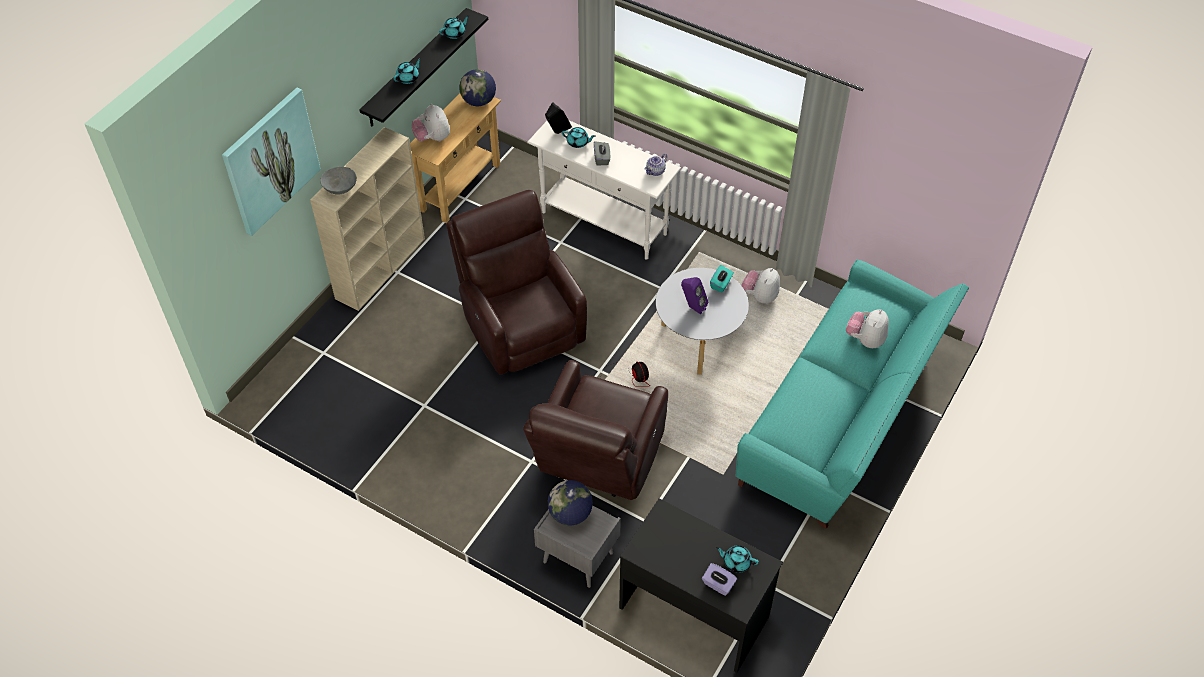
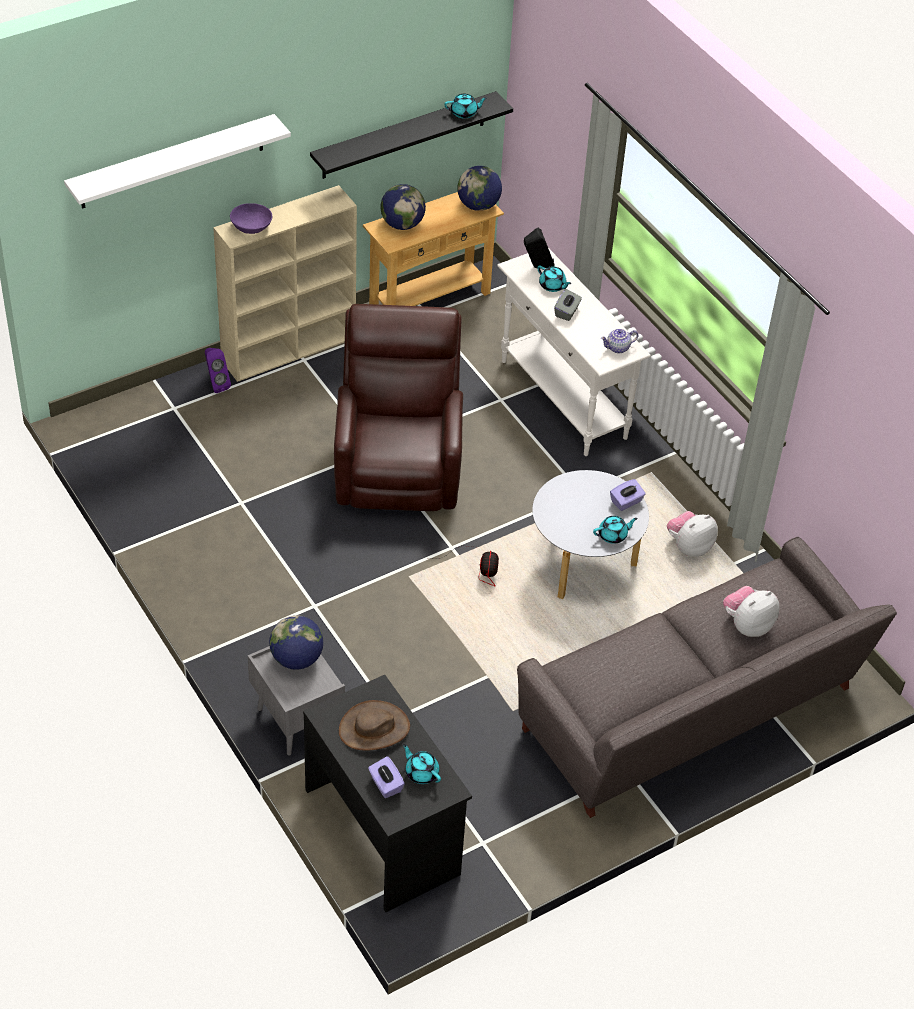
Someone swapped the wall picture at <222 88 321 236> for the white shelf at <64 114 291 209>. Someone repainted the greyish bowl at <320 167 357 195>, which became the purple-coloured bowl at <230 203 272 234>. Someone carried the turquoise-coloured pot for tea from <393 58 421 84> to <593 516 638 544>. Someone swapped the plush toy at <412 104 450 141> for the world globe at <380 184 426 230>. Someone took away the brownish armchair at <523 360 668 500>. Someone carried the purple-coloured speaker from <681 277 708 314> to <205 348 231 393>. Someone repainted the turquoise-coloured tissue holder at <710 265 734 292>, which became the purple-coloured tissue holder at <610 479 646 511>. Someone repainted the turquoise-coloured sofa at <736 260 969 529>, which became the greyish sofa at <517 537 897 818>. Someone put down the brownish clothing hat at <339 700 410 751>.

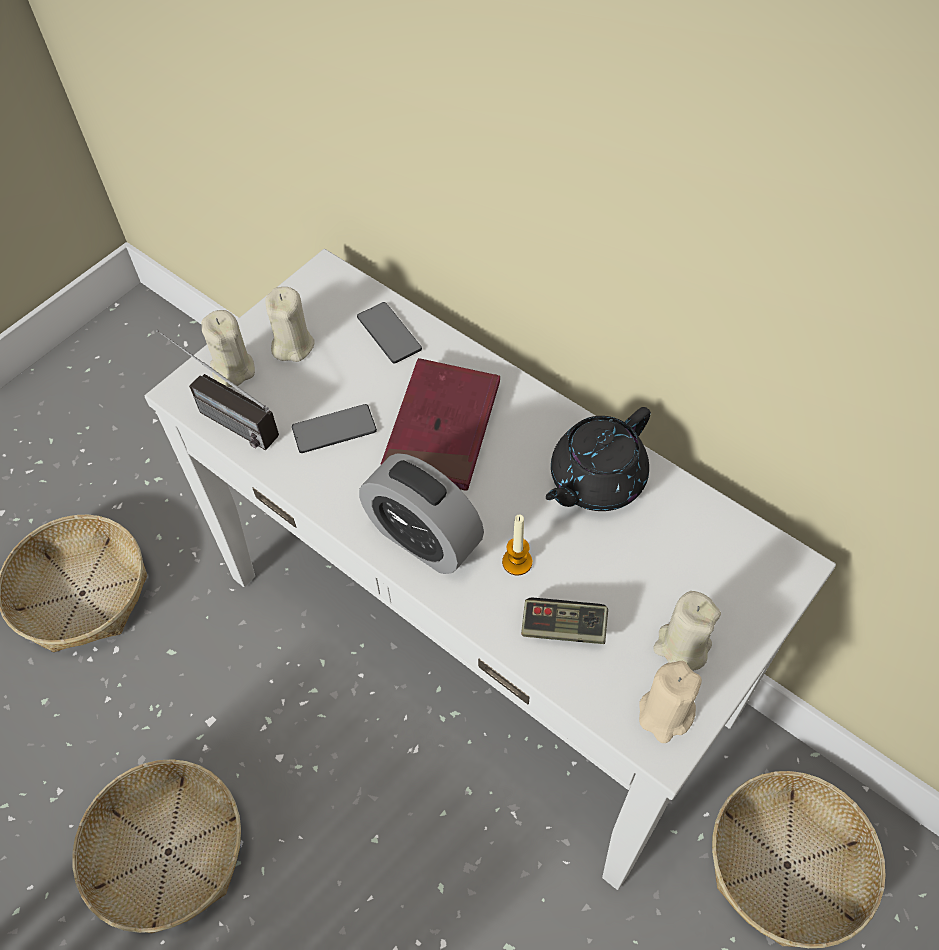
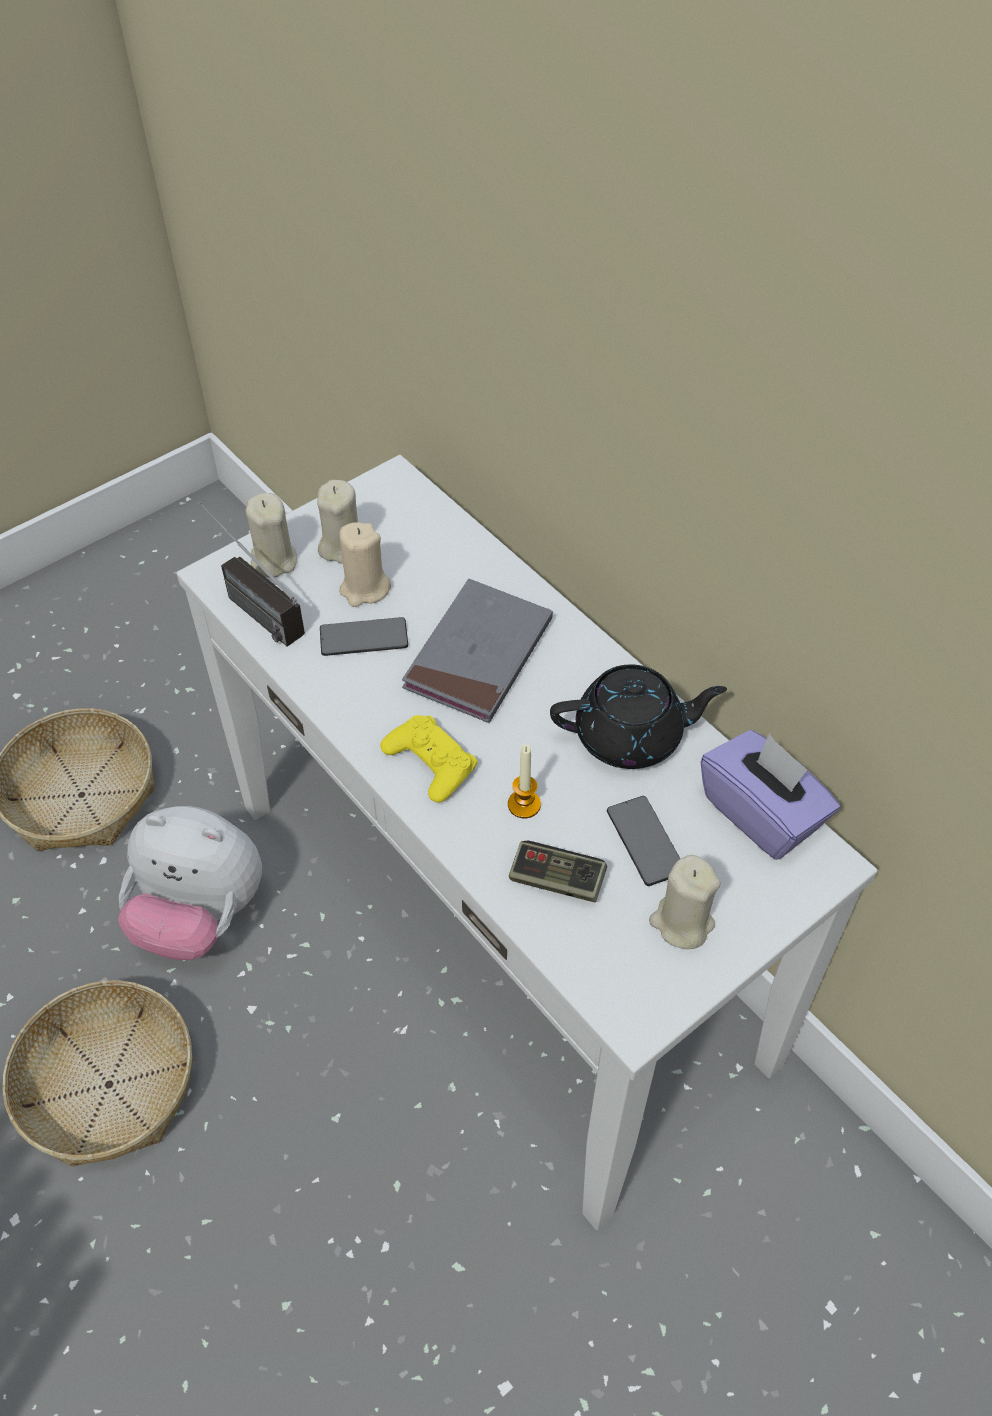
Someone carried the telephone from <357 302 422 364> to <607 796 680 886>. Someone swapped the bedside clock at <359 453 484 574> for the yellowish gamepad at <380 715 478 803>. Someone repainted the red-coloured volume at <381 358 500 491>, which became the greyish volume at <402 579 553 723>. Someone rotated the black pot for tea at <546 407 651 511> by 150 degrees counterclockwise. Someone carried the beige-coloured candle from <639 661 702 743> to <339 522 391 607>. Someone took away the storage basket at <712 771 886 948>. Someone put down the plush toy at <118 806 262 960>. Someone put down the purple-coloured tissue holder at <700 730 840 860>.

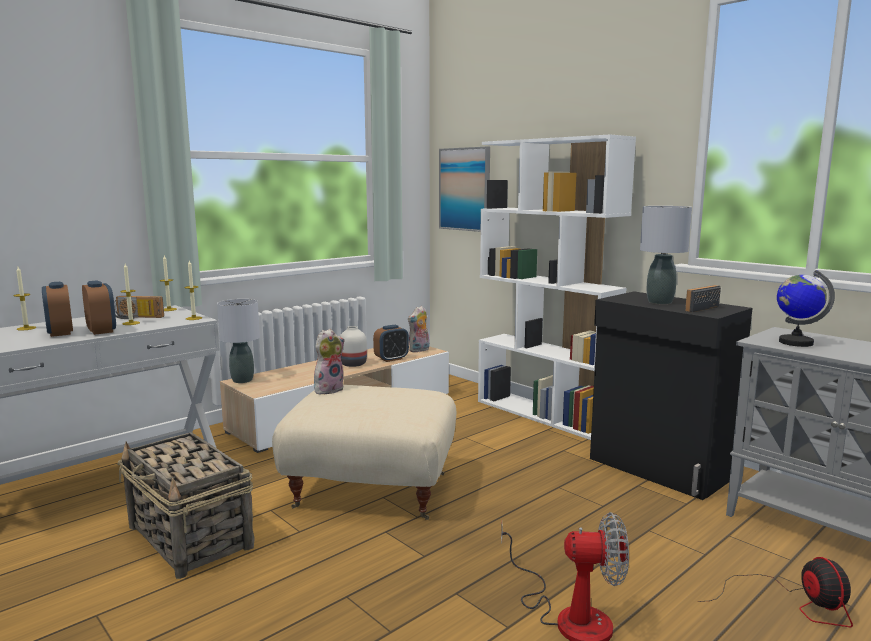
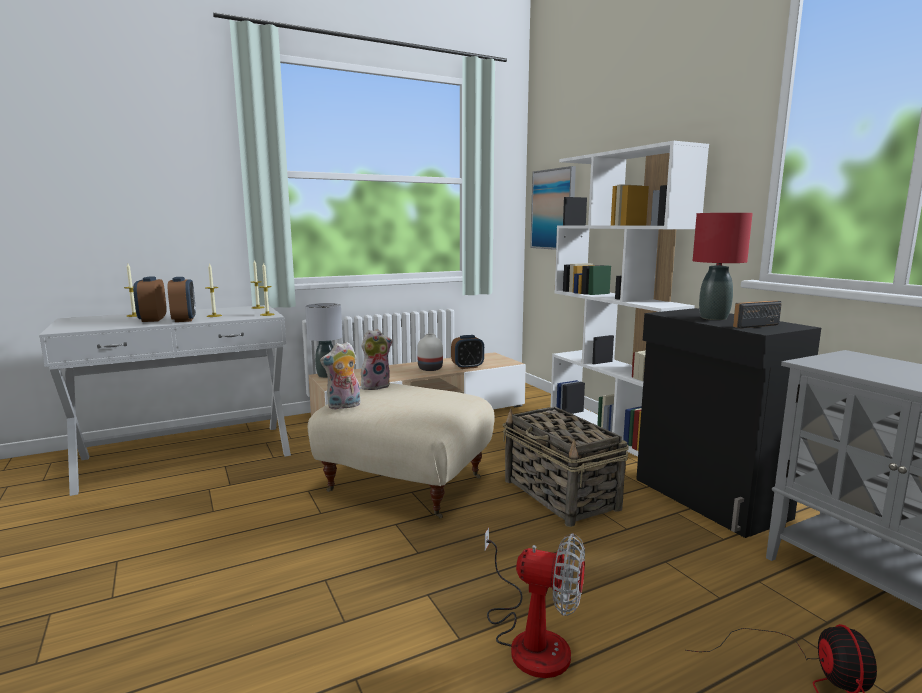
Someone took away the radio at <114 296 164 319>. Someone carried the storage basket from <117 432 255 579> to <502 407 629 527>. Someone carried the plush toy from <408 306 429 352> to <320 342 360 410>. Someone repainted the greyish lamp for a table at <640 206 692 304>, which became the red-coloured lamp for a table at <693 213 753 320>. Someone took away the world globe at <777 270 835 347>.

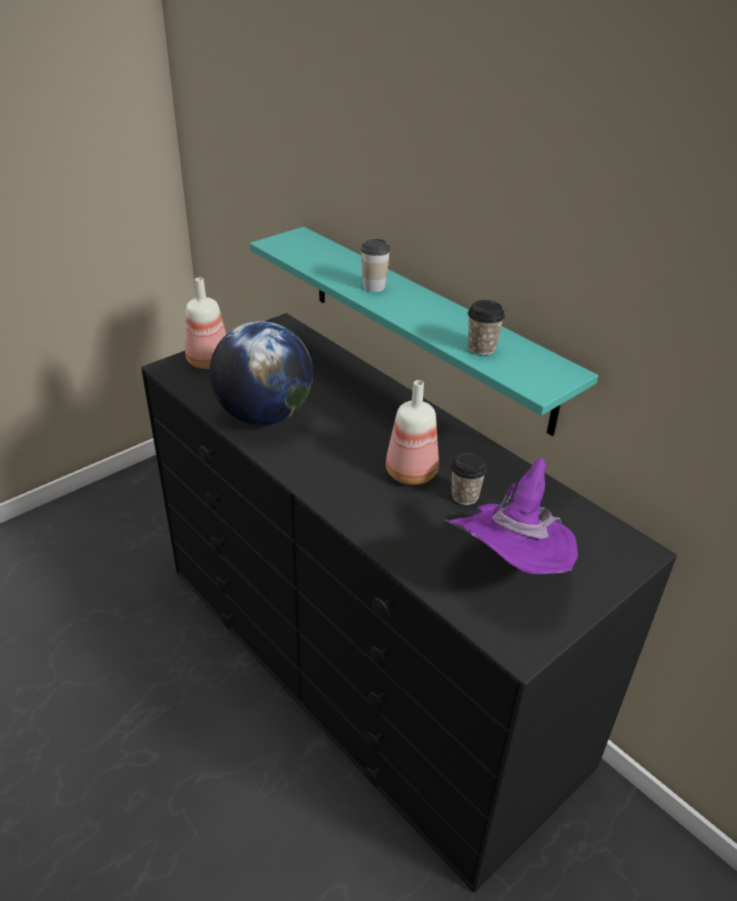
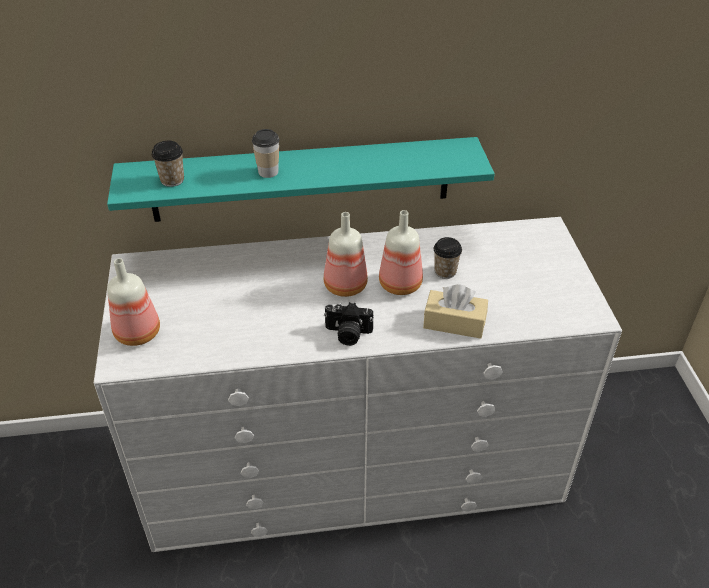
Someone repainted the black dresser at <141 313 677 892>, which became the white dresser at <94 217 622 552>. Someone took away the world globe at <209 321 313 425>. Someone took away the purple-coloured clothing hat at <445 458 578 574>. Someone carried the drinking cup from <468 300 505 355> to <152 141 184 187>. Someone put down the bottle at <324 212 368 297>. Someone put down the photo camera at <324 302 373 346>. Someone put down the beige-coloured tissue holder at <423 284 488 339>.

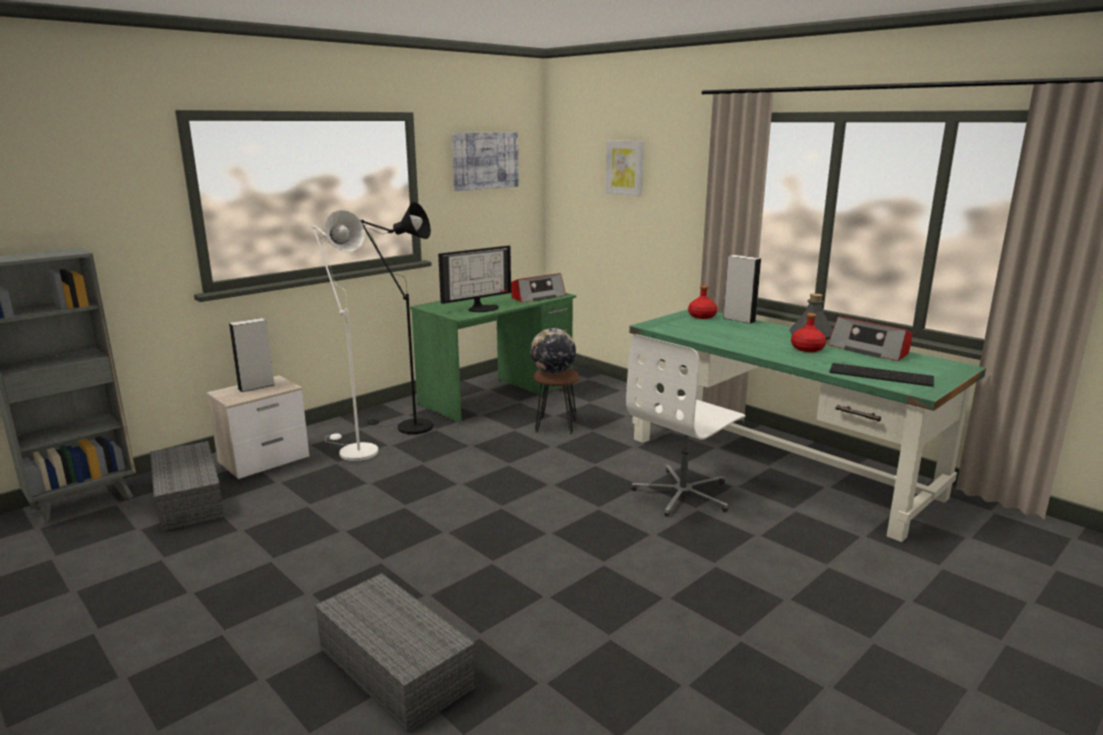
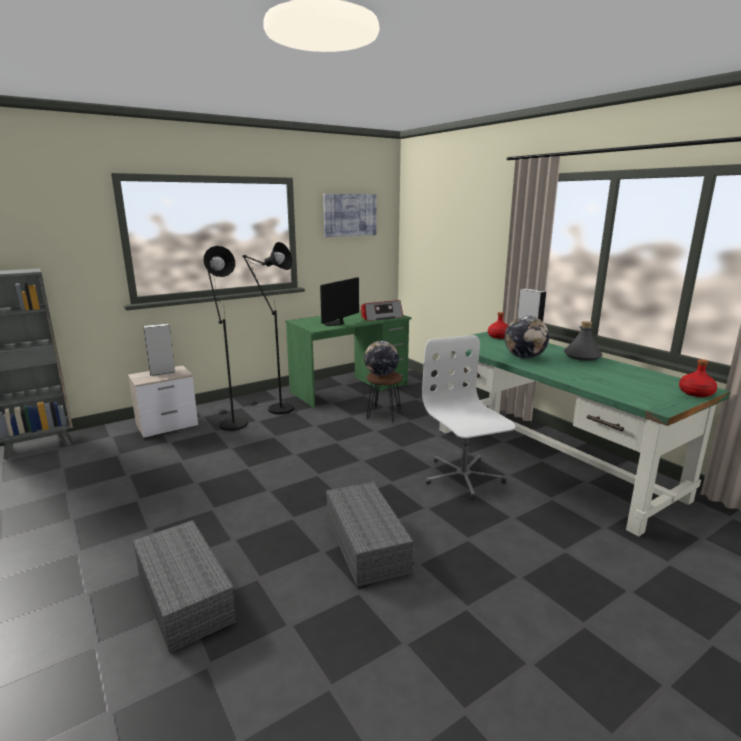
Someone carried the greyish storage box from <150 441 224 531> to <326 482 413 587>. Someone repainted the white standard lamp at <312 210 378 461>, which became the black standard lamp at <203 246 248 431>. Someone rotated the computer display at <438 245 511 312> by 150 degrees clockwise. Someone took away the wall picture at <606 140 644 196>. Someone rotated the white desk chair at <626 334 746 517> by 105 degrees clockwise. Someone carried the red-coloured bottle from <791 313 826 352> to <679 359 717 397>. Someone took away the radio at <828 316 913 361>. Someone took away the computer keyboard at <829 363 934 387>. Someone put down the world globe at <505 316 549 359>.

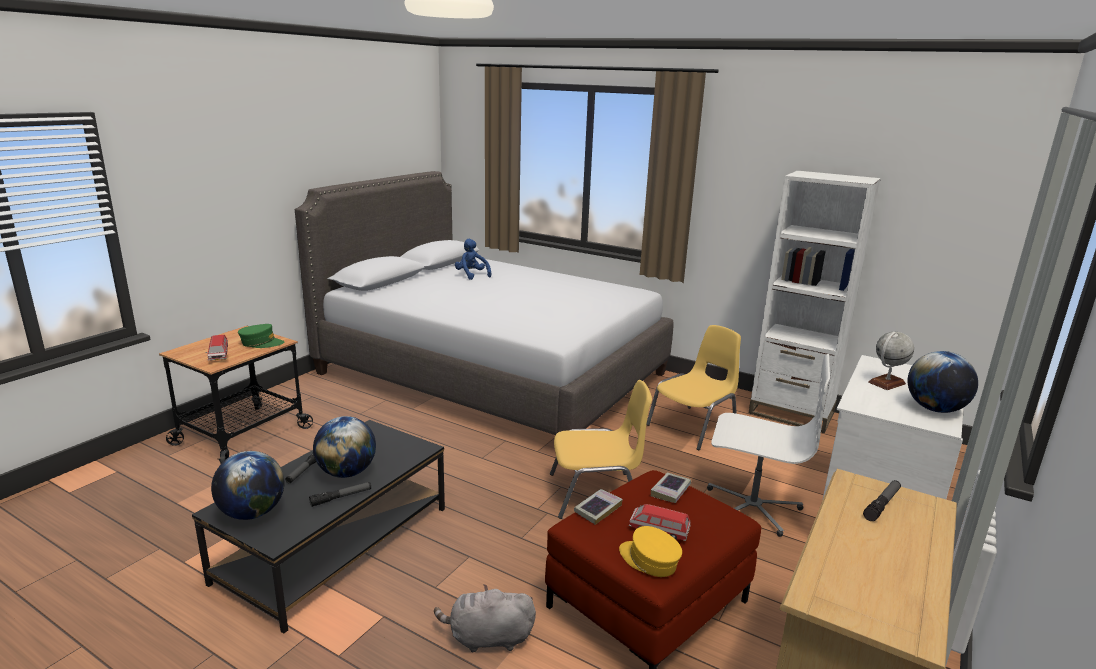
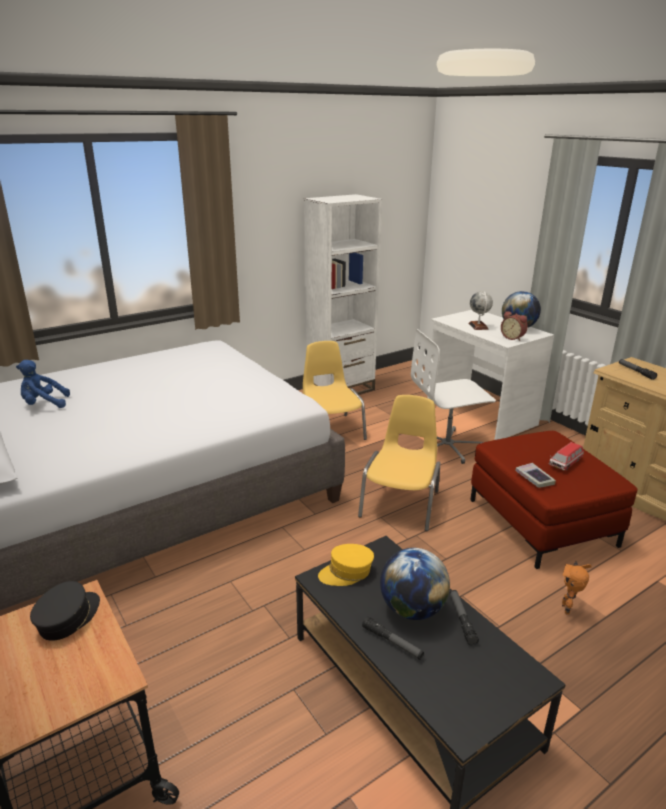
Someone took away the model car at <206 335 228 361>. Someone took away the world globe at <211 451 284 520>. Someone repainted the green-coloured baseball cap at <238 324 284 348>, which became the black baseball cap at <30 581 100 641>. Someone swapped the greyish plush toy at <434 584 536 652> for the model robot at <562 561 592 615>. Someone carried the yellowish baseball cap from <619 526 682 577> to <318 544 374 586>. Someone took away the volume at <651 473 691 503>. Someone rotated the white desk chair at <707 354 830 537> by 150 degrees counterclockwise. Someone put down the bedside clock at <501 311 528 341>.

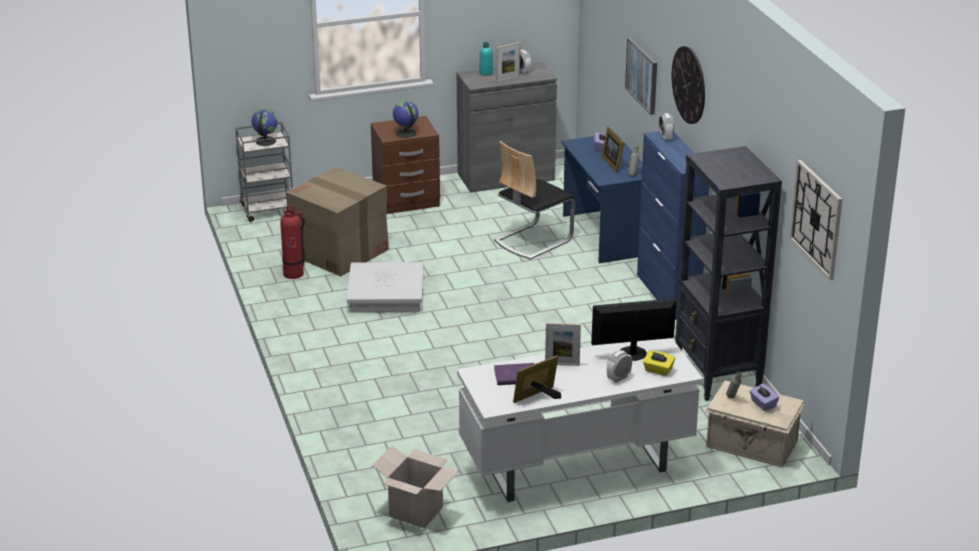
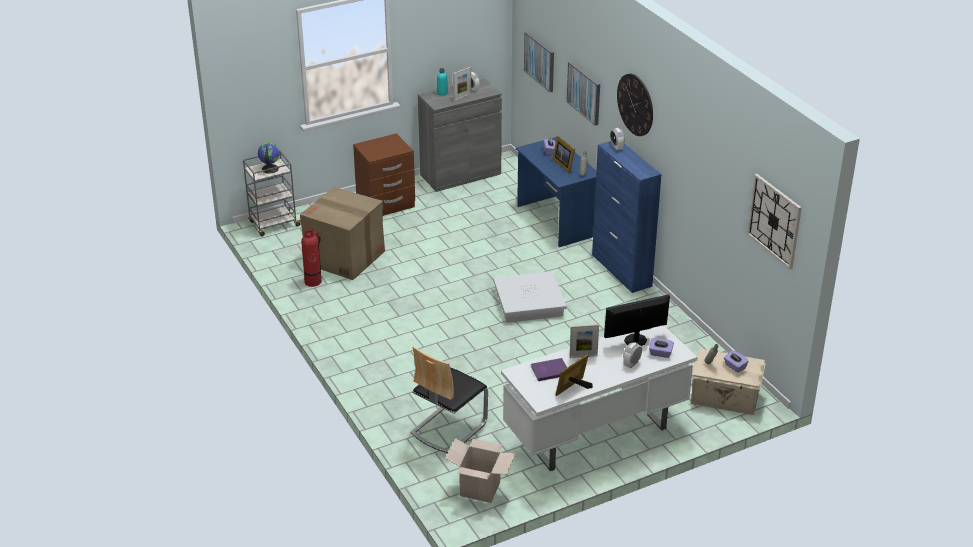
Someone carried the white storage box from <347 262 423 313> to <493 271 566 323>. Someone took away the world globe at <393 101 419 138>. Someone carried the plain chair from <494 141 575 260> to <410 346 488 453>. Someone repainted the yellowish tissue holder at <643 350 675 376>, which became the purple-coloured tissue holder at <649 338 674 358>. Someone took away the black bookshelf at <675 146 782 401>. Someone put up the wall picture at <524 31 554 92>.

